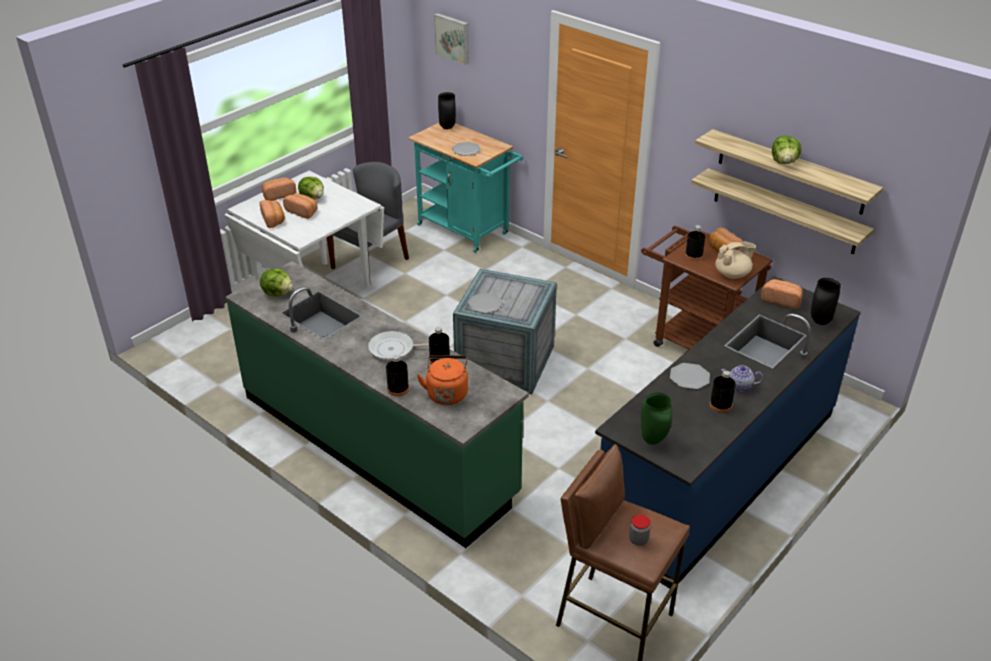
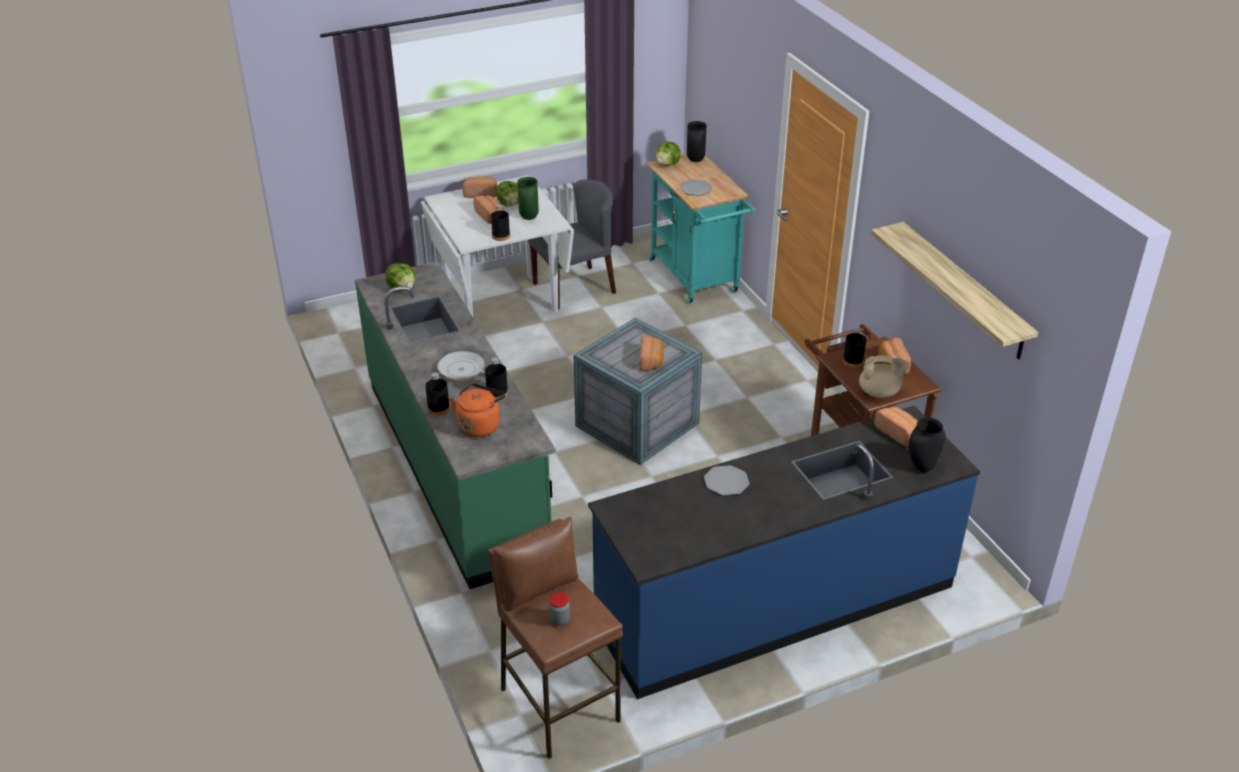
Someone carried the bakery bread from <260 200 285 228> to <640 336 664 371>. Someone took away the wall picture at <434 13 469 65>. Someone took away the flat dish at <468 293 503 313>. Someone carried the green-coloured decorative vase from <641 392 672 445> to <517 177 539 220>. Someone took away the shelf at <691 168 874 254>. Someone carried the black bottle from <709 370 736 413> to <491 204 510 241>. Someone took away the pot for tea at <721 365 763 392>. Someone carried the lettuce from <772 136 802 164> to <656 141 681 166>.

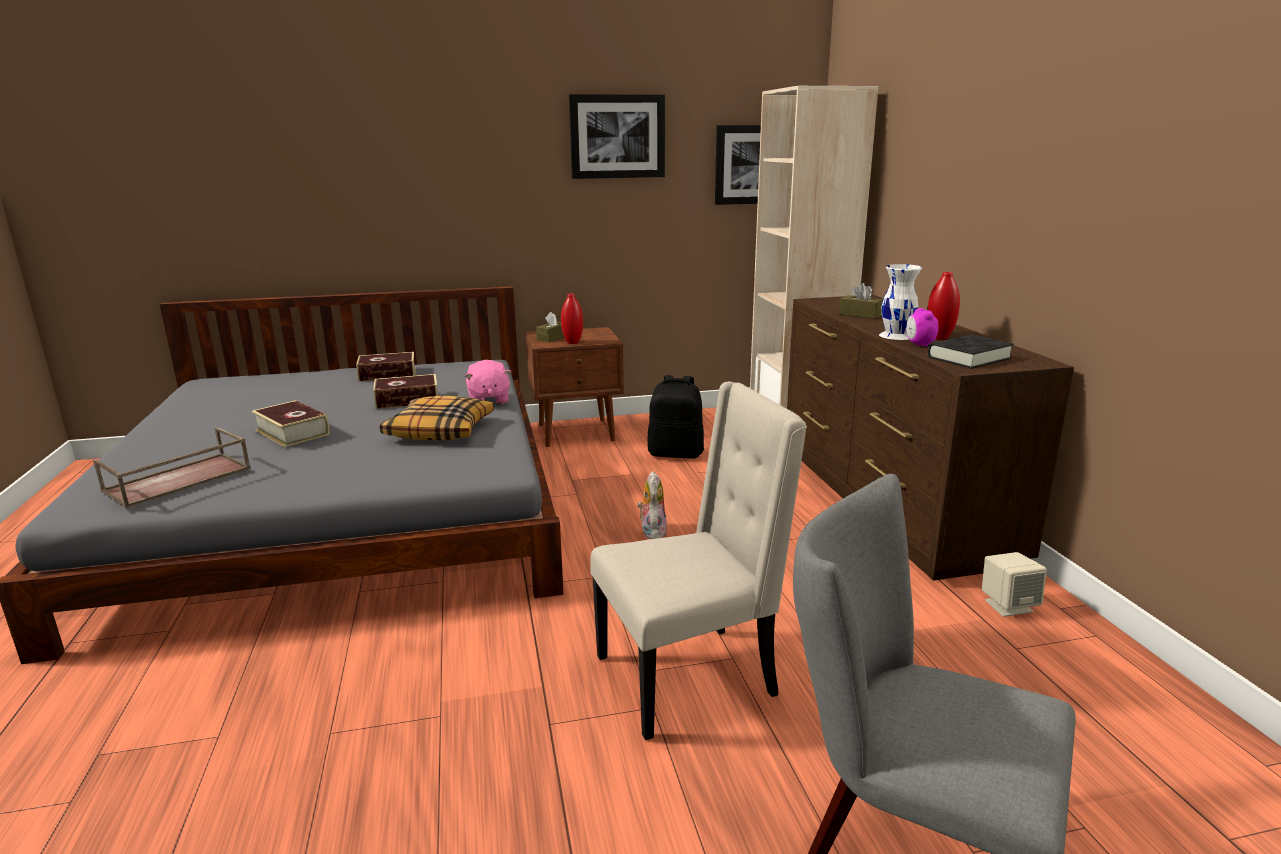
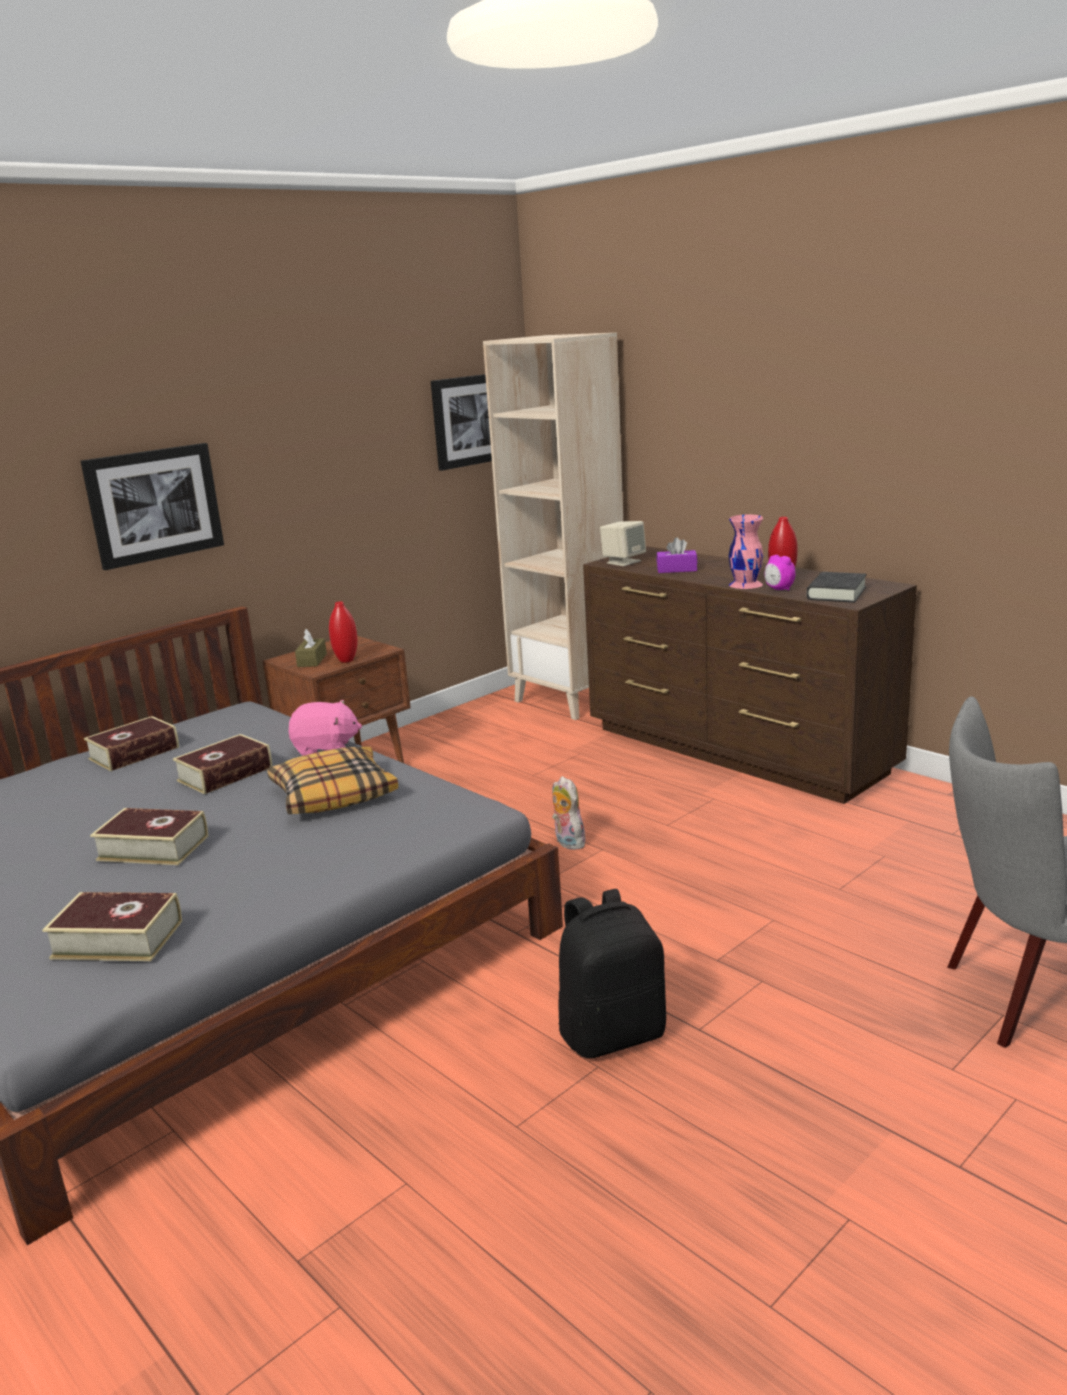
Someone swapped the brownish serving tray at <93 427 251 508> for the volume at <42 892 182 961>. Someone rotated the pink-coloured plush toy at <464 360 511 405> by 45 degrees counterclockwise. Someone carried the wall picture from <569 94 665 179> to <81 443 224 570>. Someone took away the beige-coloured plain chair at <590 382 807 740>. Someone carried the black backpack from <647 375 704 459> to <558 889 666 1059>. Someone repainted the brownish tissue holder at <839 283 883 319>, which became the purple-coloured tissue holder at <657 537 697 573>. Someone repainted the white decorative vase at <879 264 922 340>, which became the pink-coloured decorative vase at <728 515 763 589>. Someone carried the beige-coloured speaker from <982 552 1047 617> to <600 521 646 566>.

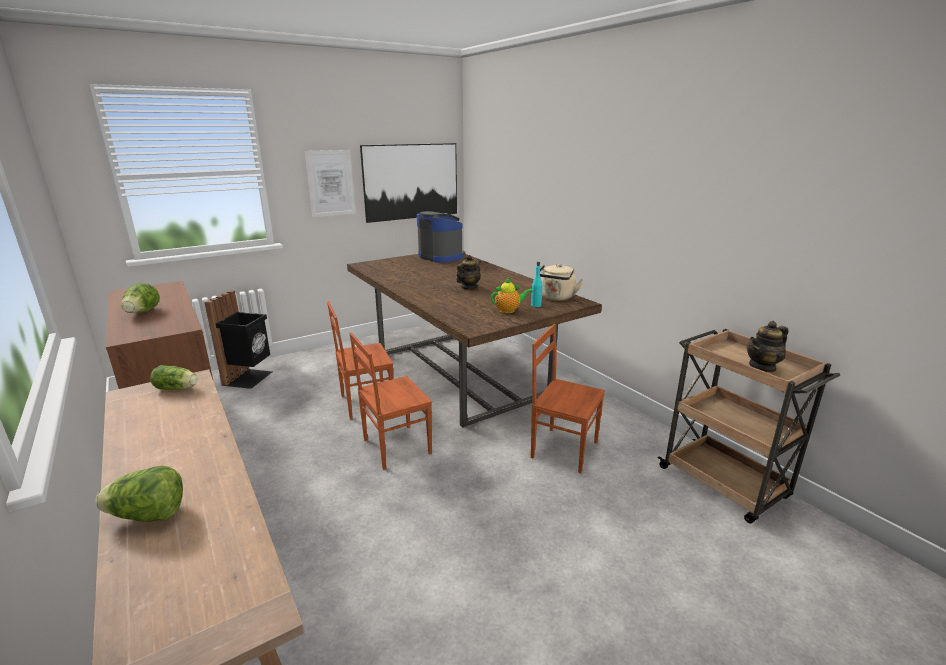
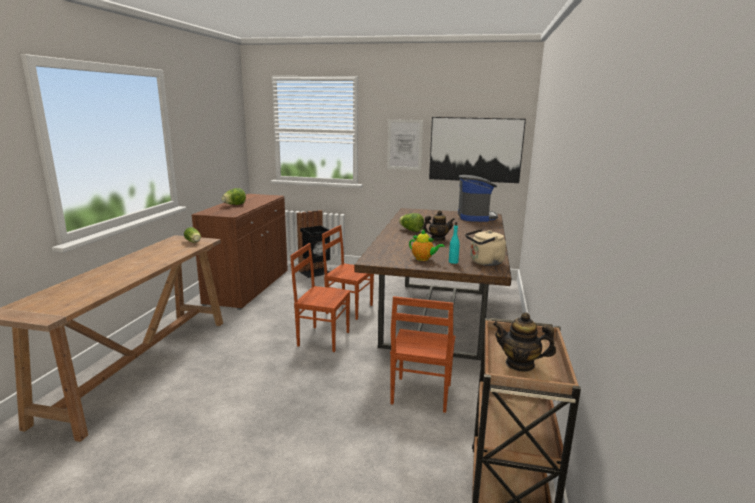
Someone carried the lettuce from <95 466 183 522> to <399 213 424 232>. Someone rotated the brownish plain chair at <531 324 605 473> by 150 degrees counterclockwise.

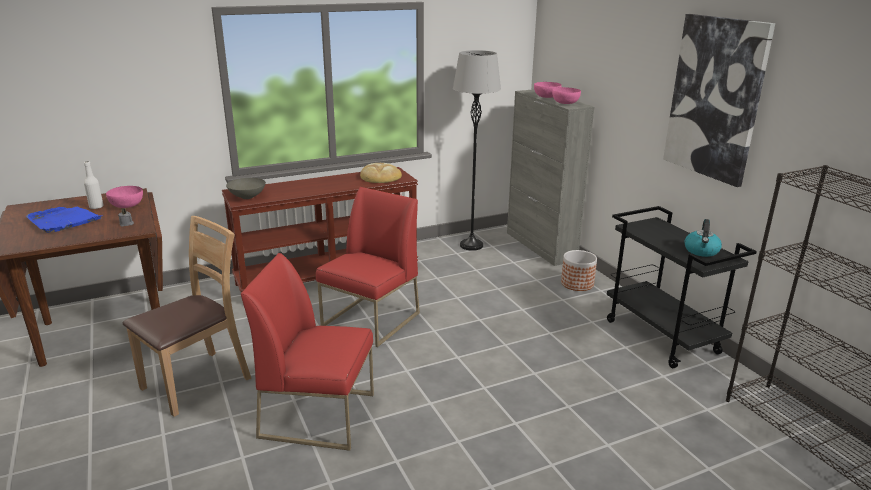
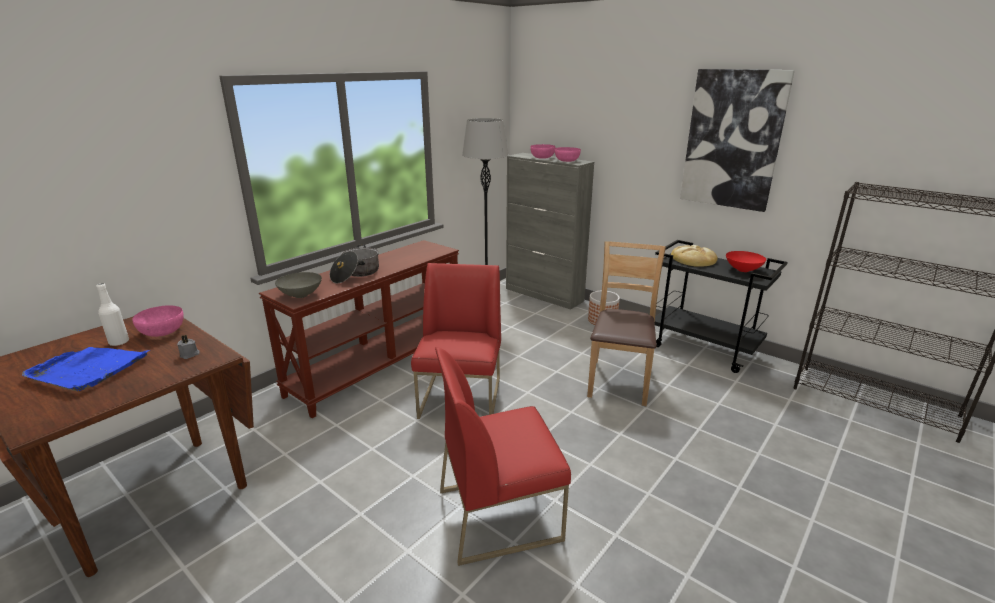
Someone carried the brownish plain chair from <123 216 251 417> to <587 241 666 406>. Someone carried the bakery bread from <360 163 402 183> to <670 245 718 267>. Someone swapped the tea kettle at <684 219 722 257> for the red-coloured bowl at <726 251 766 272>. Someone put down the saucepot at <330 245 379 283>.

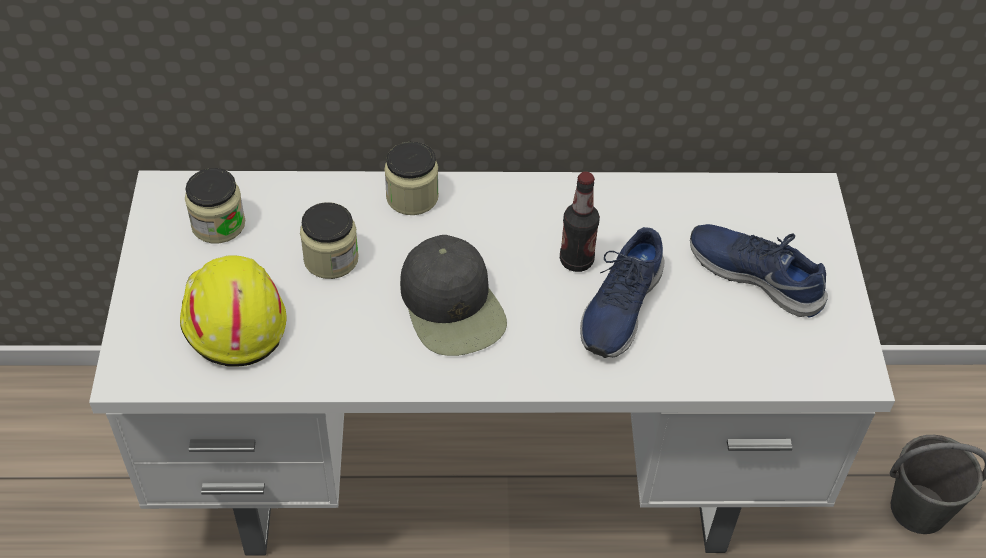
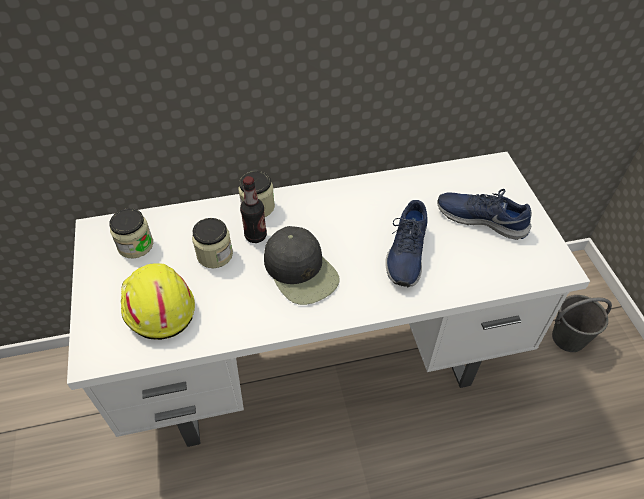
Someone carried the bottle from <560 172 600 272> to <240 176 267 243>.

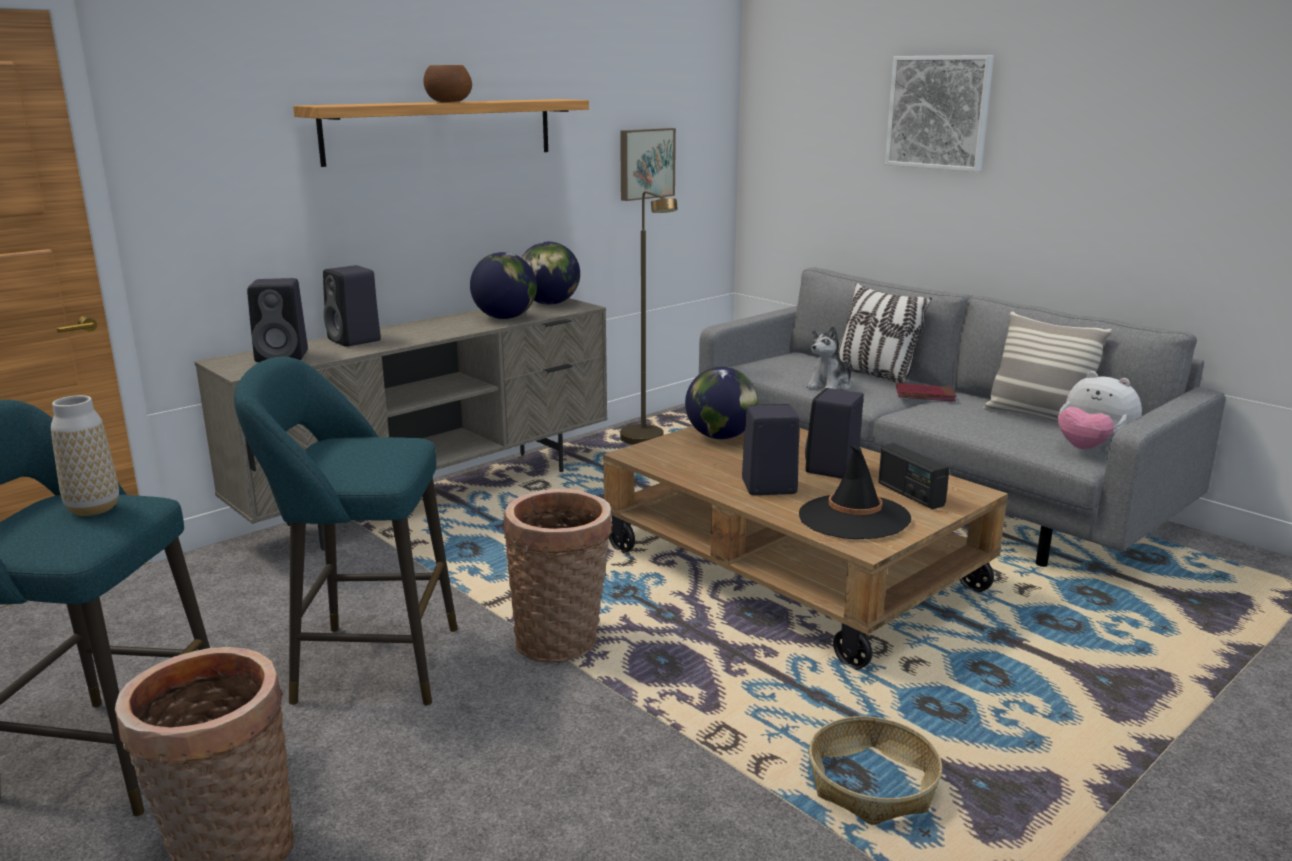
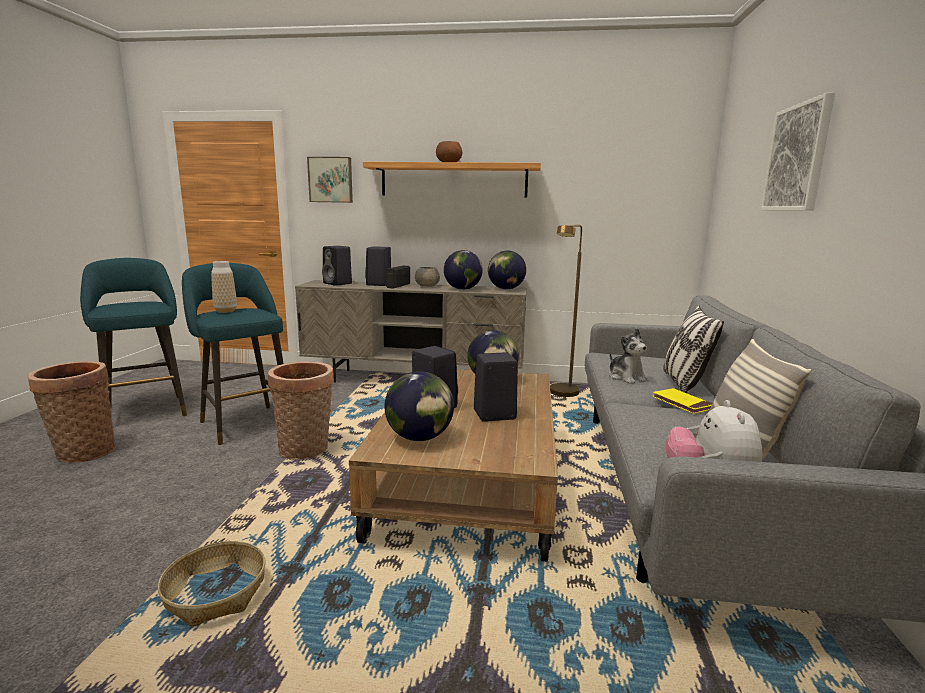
Someone carried the decorative vase from <51 395 119 516> to <211 261 237 313>. Someone carried the wall picture from <620 128 676 201> to <307 157 353 203>. Someone swapped the black clothing hat at <799 446 911 539> for the world globe at <384 371 454 441>. Someone rotated the plush toy at <806 326 851 390> by 120 degrees counterclockwise. Someone carried the radio from <878 443 950 509> to <386 266 410 288>. Someone repainted the red-coloured volume at <896 383 956 402>, which became the yellowish volume at <652 388 713 414>. Someone put down the greyish bowl at <415 267 440 287>.

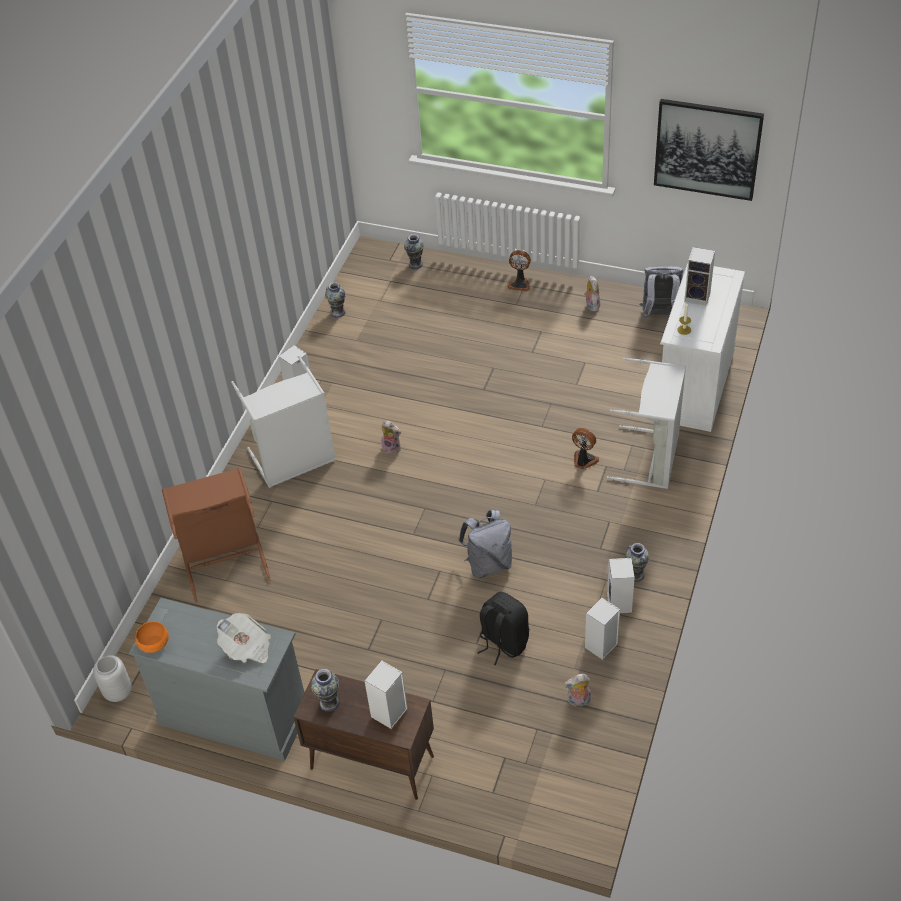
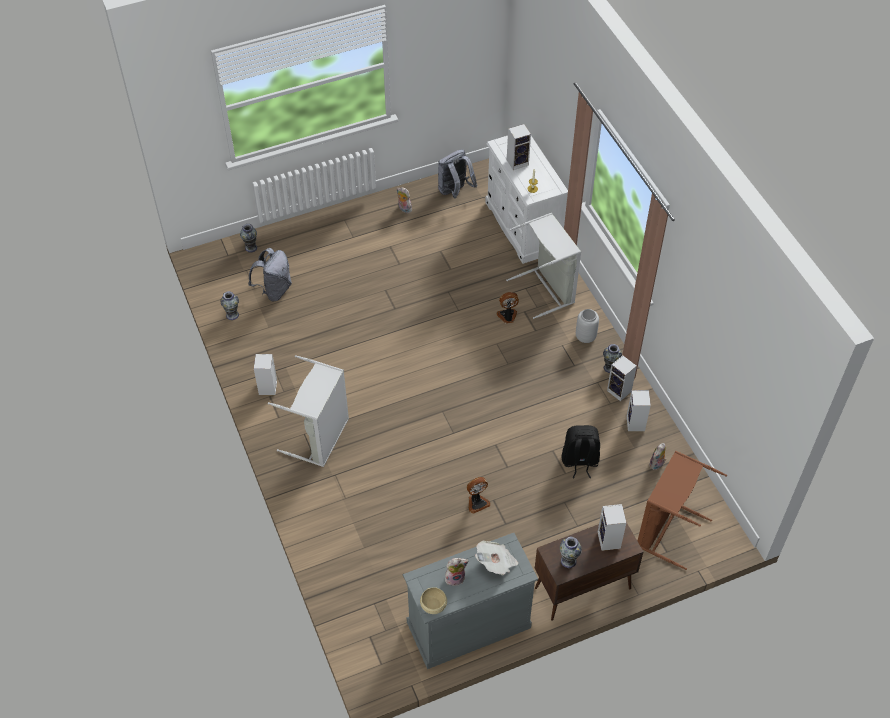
Someone carried the greyish decorative vase from <93 655 132 702> to <576 309 599 343>. Someone repainted the orange-coloured bowl at <135 621 169 653>, which became the beige-coloured bowl at <420 587 447 614>. Someone carried the brownish laundry basket from <162 467 271 603> to <638 451 727 570>. Someone carried the plush toy from <381 420 401 455> to <445 558 469 586>. Someone carried the greyish backpack from <459 510 512 579> to <248 248 292 302>. Someone carried the fan from <507 250 531 291> to <467 477 491 514>. Someone took away the wall picture at <654 99 764 201>.

